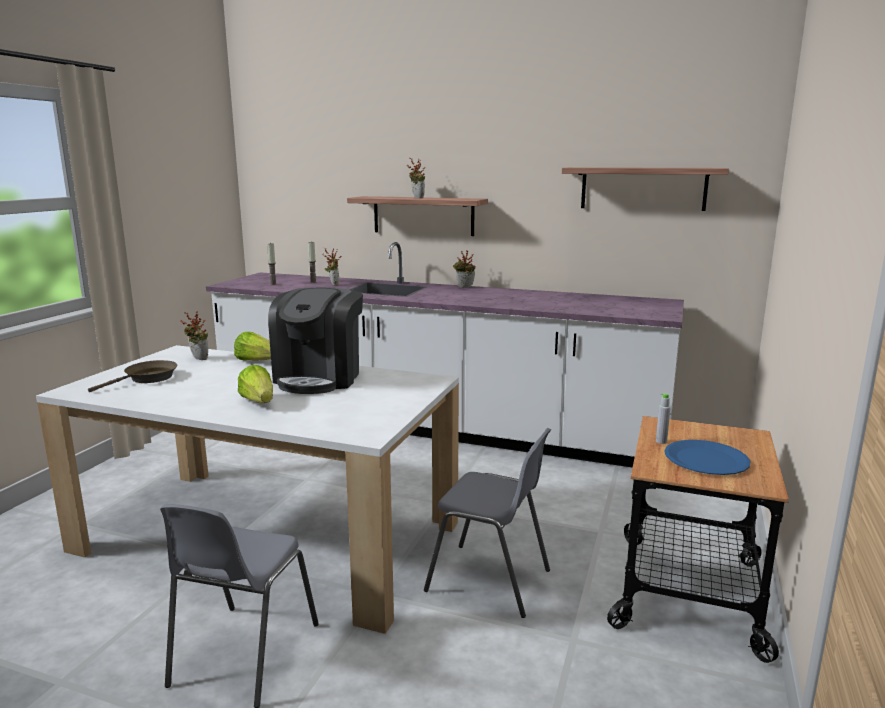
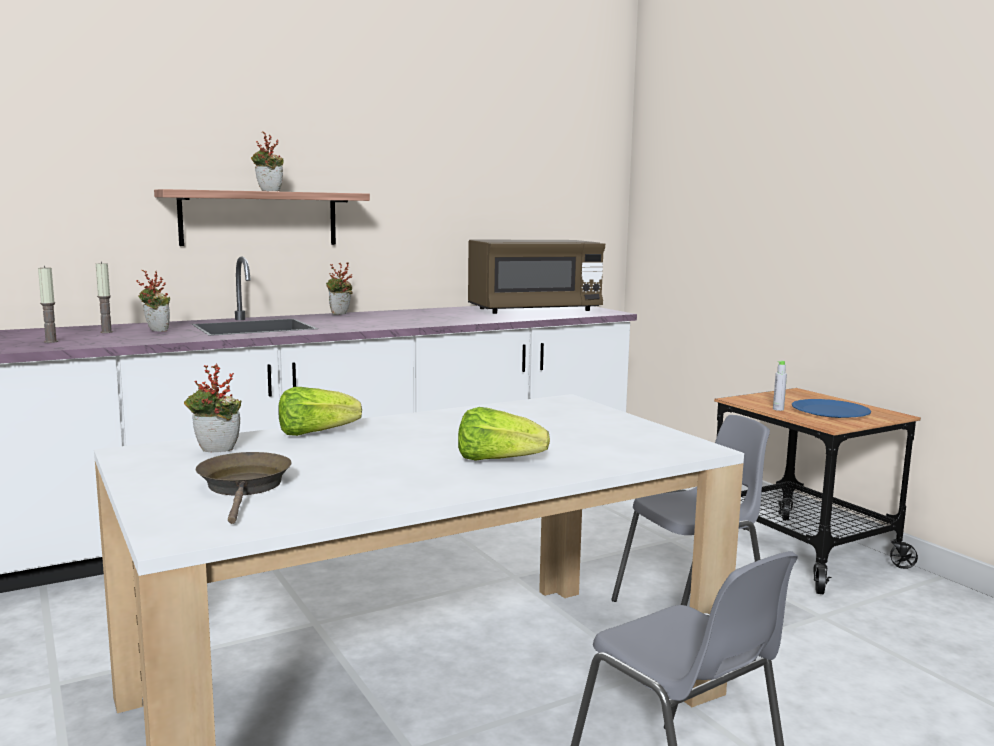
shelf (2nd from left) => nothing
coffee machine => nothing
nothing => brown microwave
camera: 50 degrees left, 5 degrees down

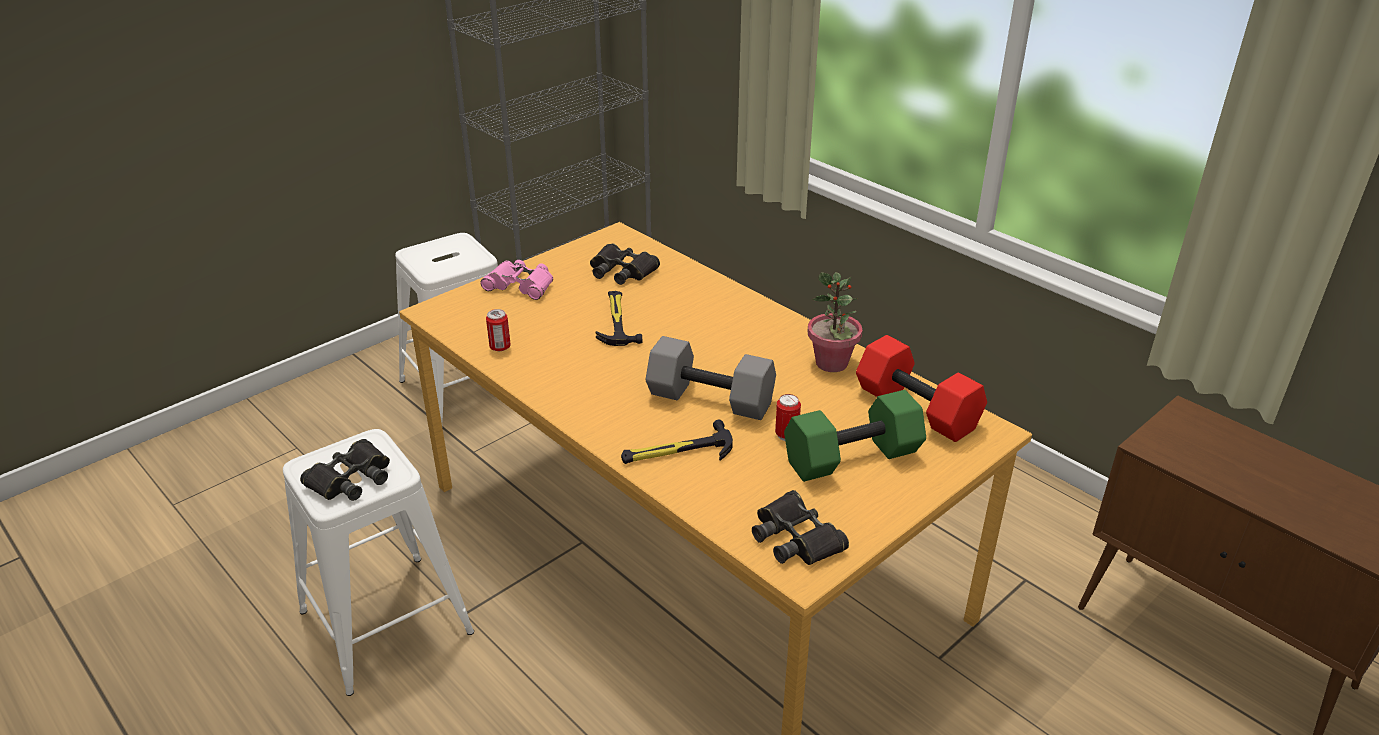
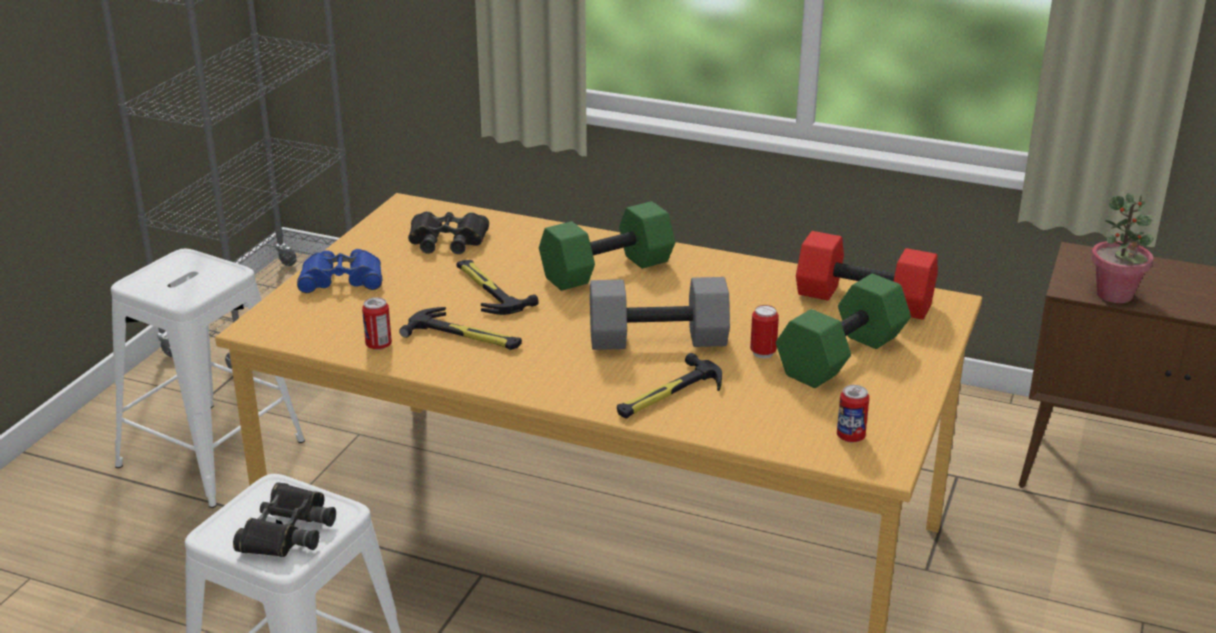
pink binoculars => blue binoculars
potted plant, move
black binoculars (3rd from left) => can (3rd from left)
nothing => green dumbbell (1st from left)
nothing => hammer (1st from left)
camera: 25 degrees left, 5 degrees down

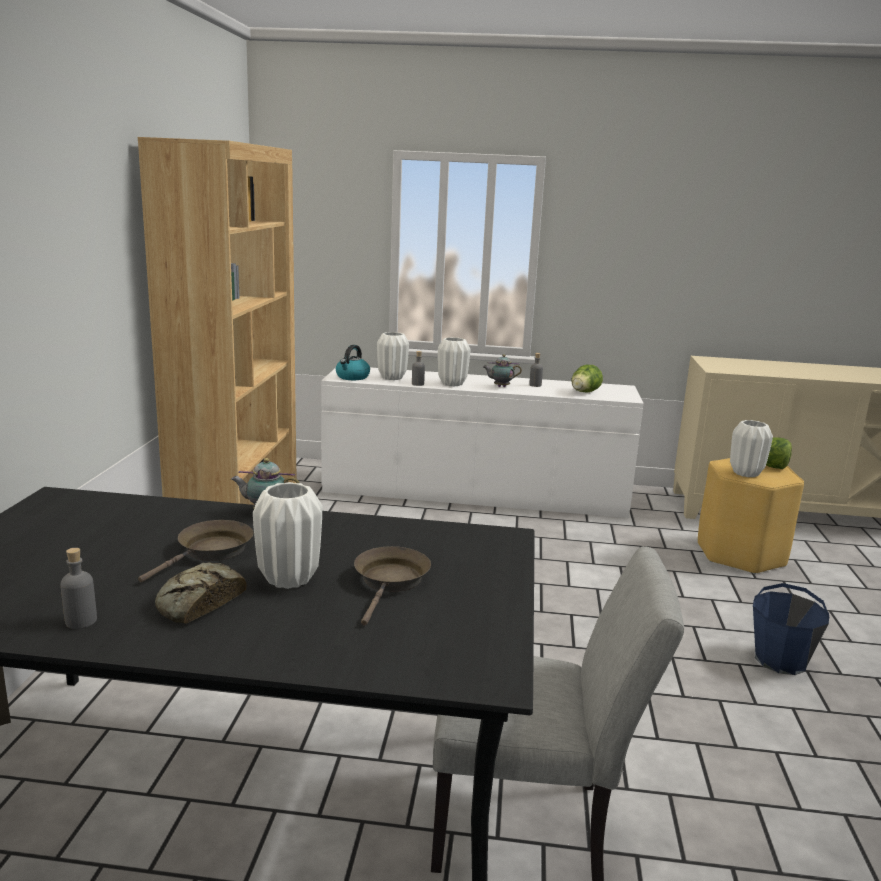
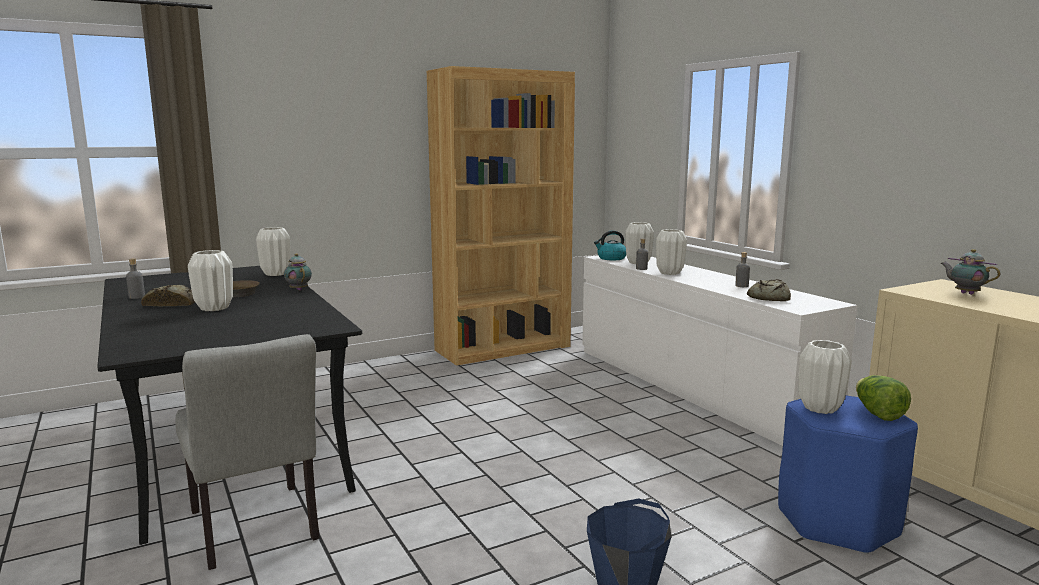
teapot (2nd from left), move
lettuce (1st from left) => bread (2nd from left)
yellow stool => blue stool
brown frying pan (2nd from left) => nothing
nothing => white vase (2nd from left)
camera: 55 degrees right, 5 degrees down

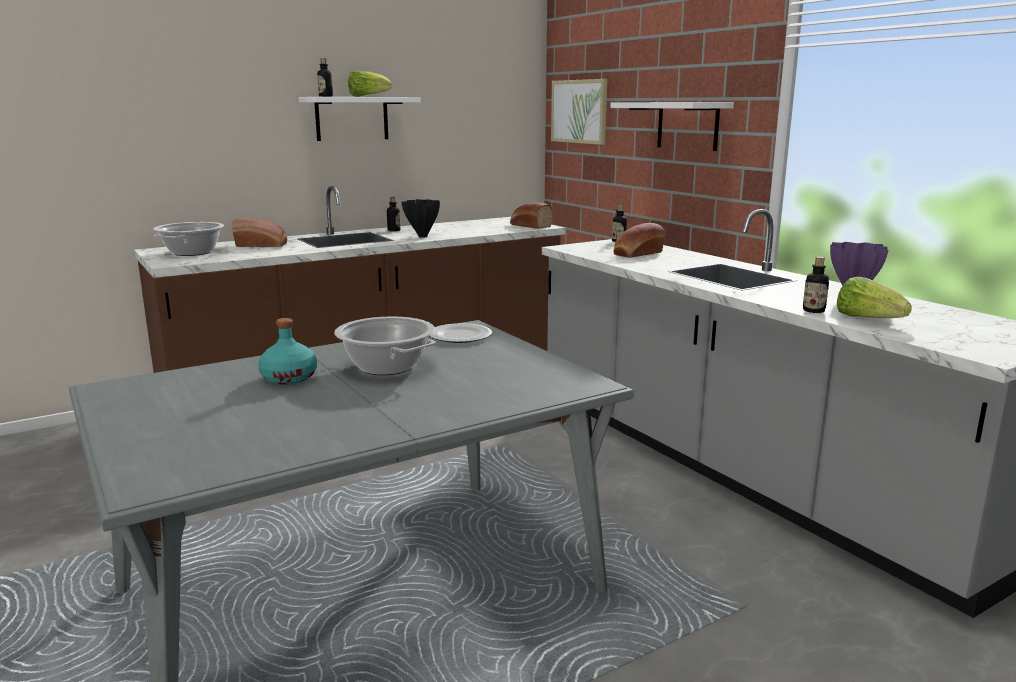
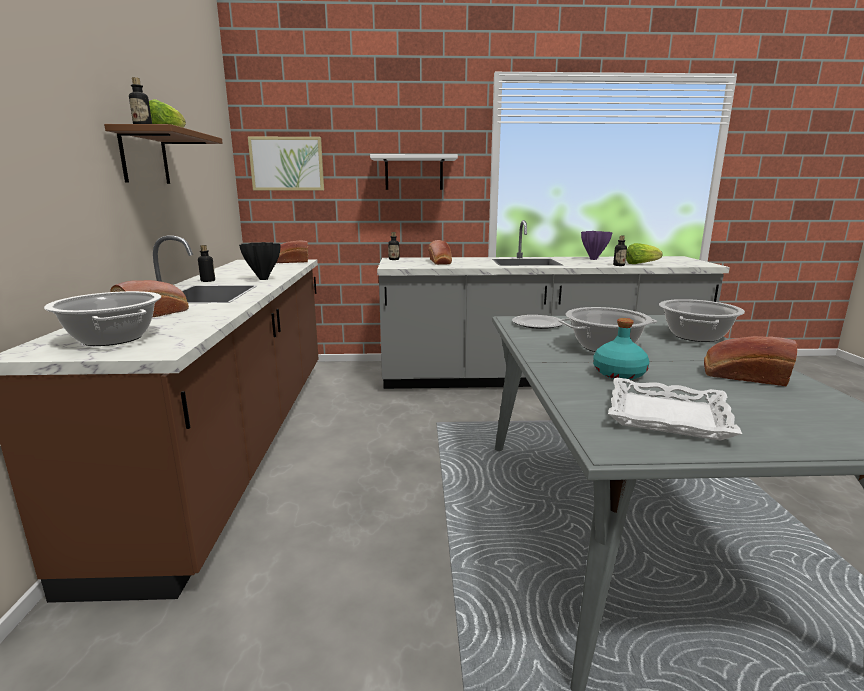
white shelf (1st from left) => brown shelf
nothing => cooking pot (3rd from left)
nothing => bread (4th from left)
nothing => white tray
camera: 60 degrees left, 0 degrees up

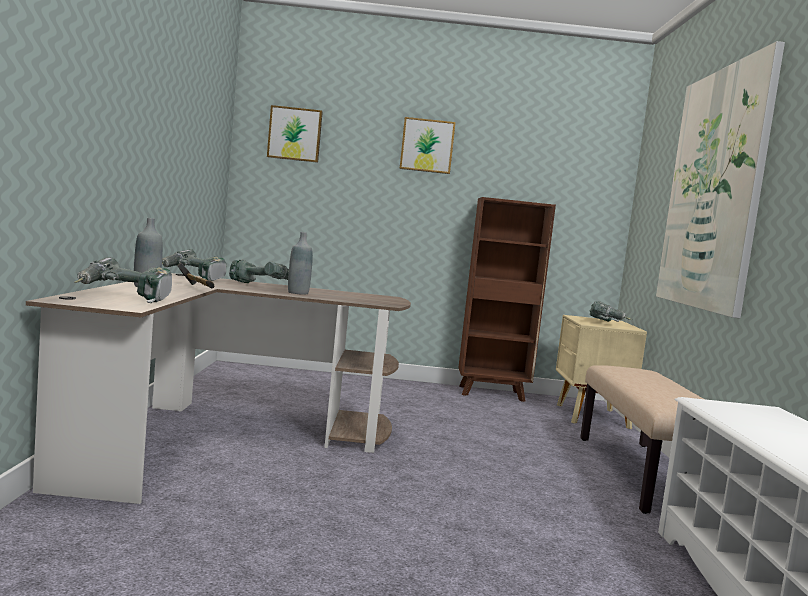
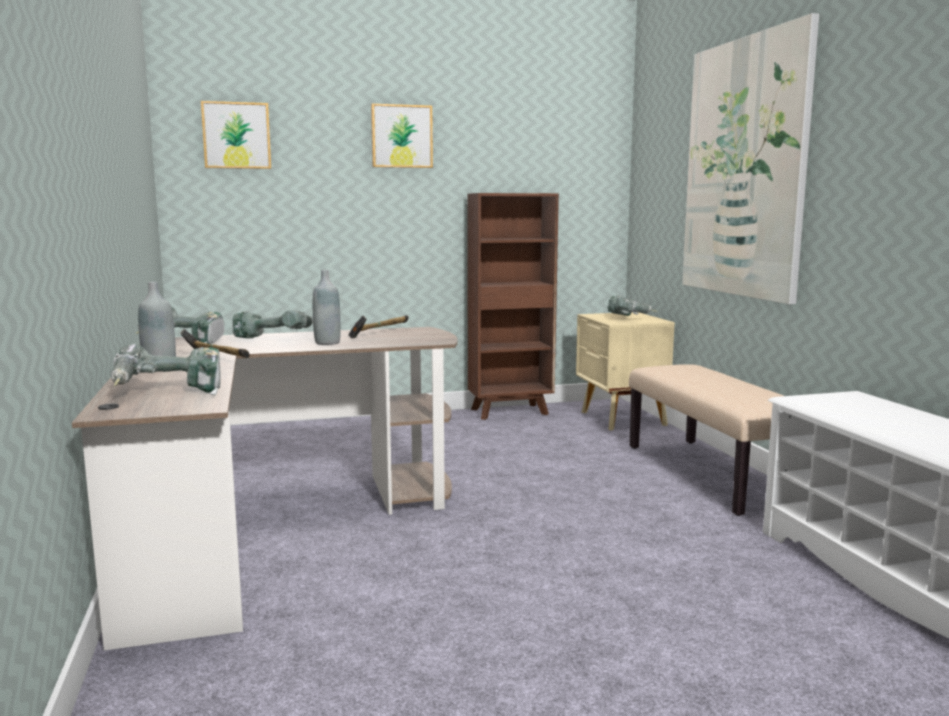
nothing => hammer (2nd from left)
camera: 15 degrees left, 5 degrees up

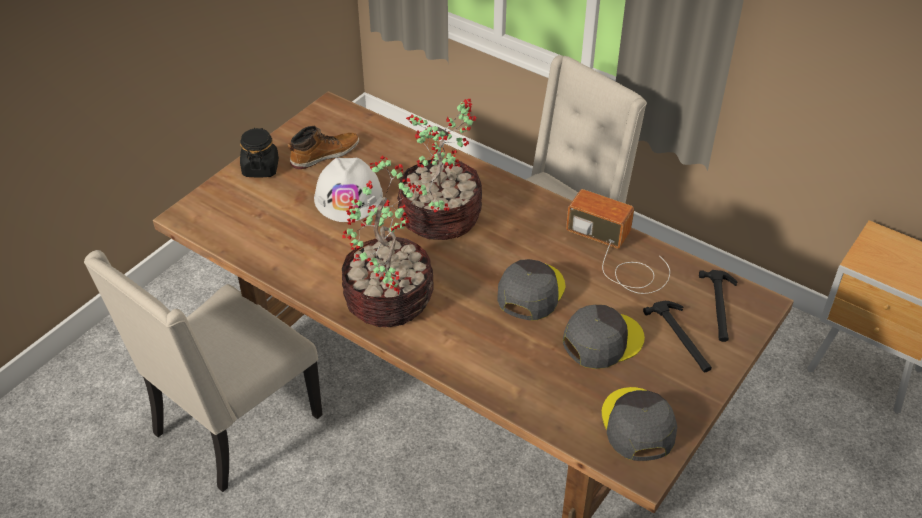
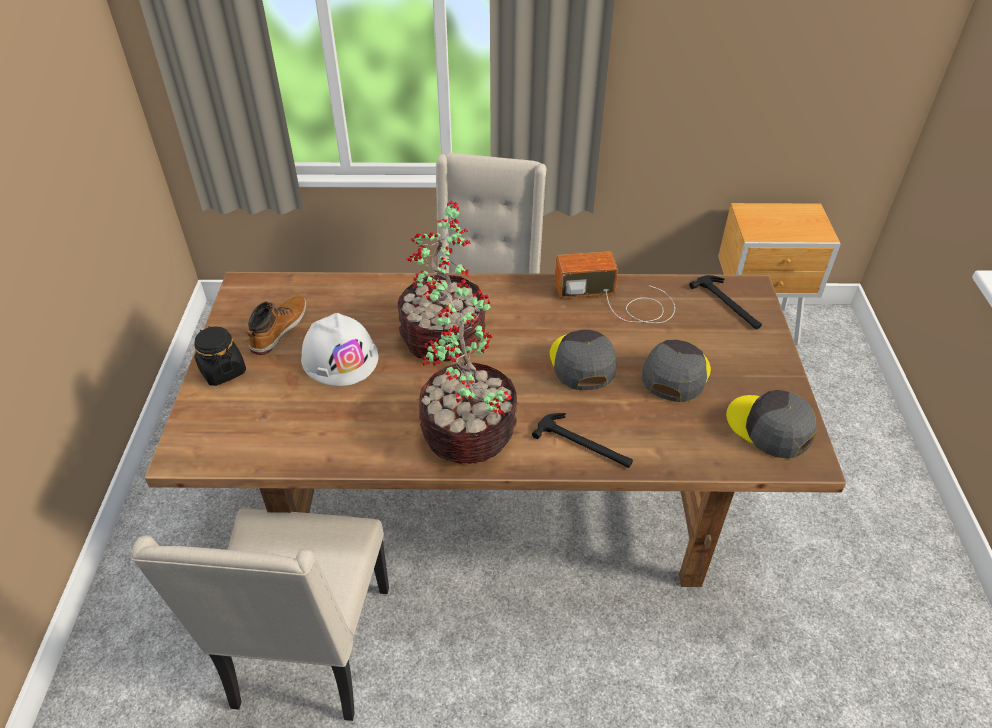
hammer (1st from left), move
camera: 35 degrees left, 0 degrees up

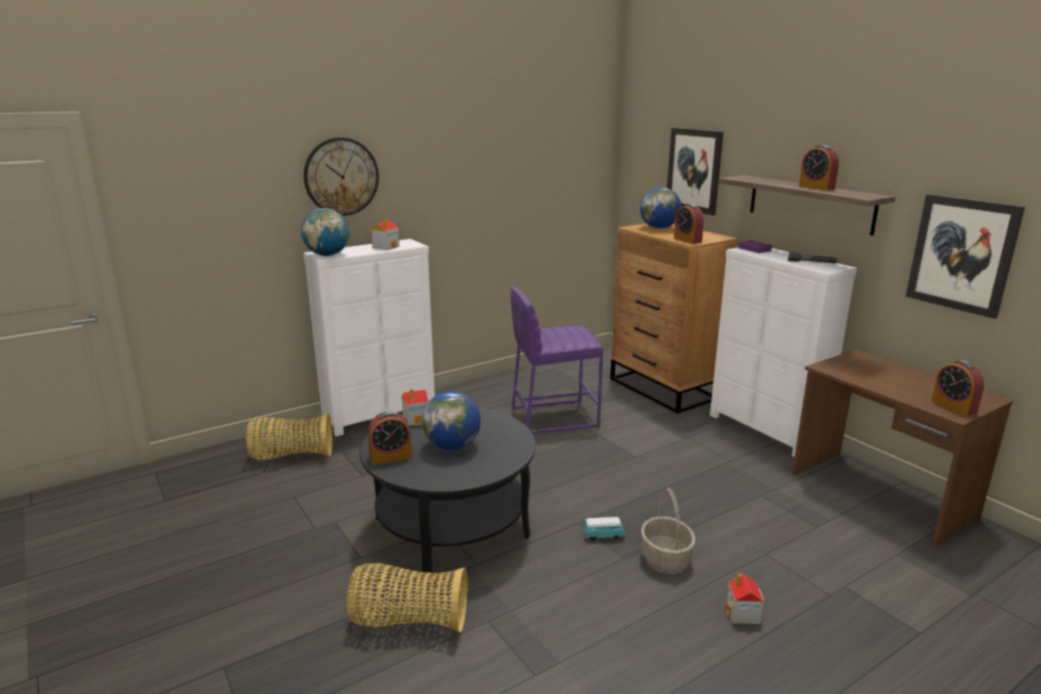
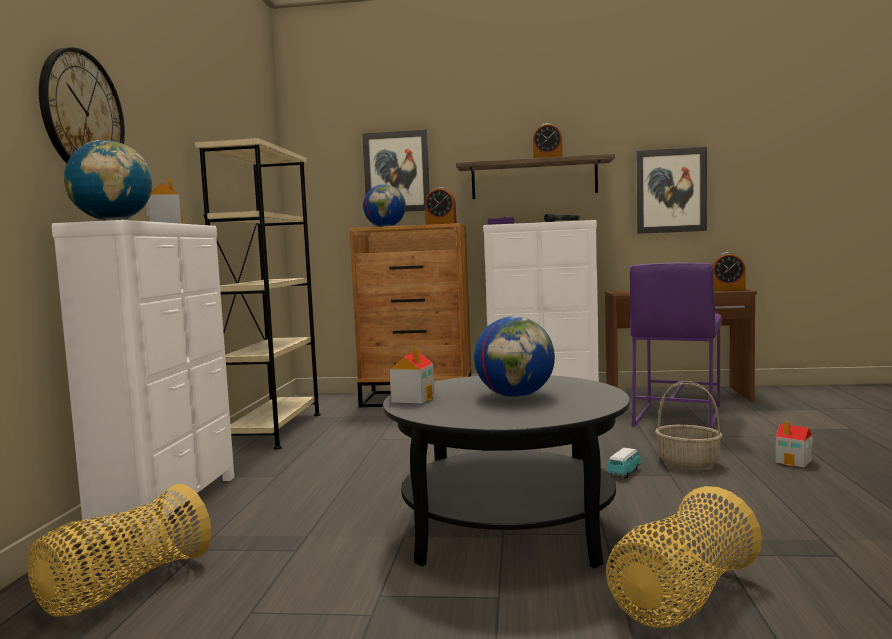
purple stool, move
alarm clock (1st from left) => nothing
nothing => beige bookcase
camera: 50 degrees left, 15 degrees down

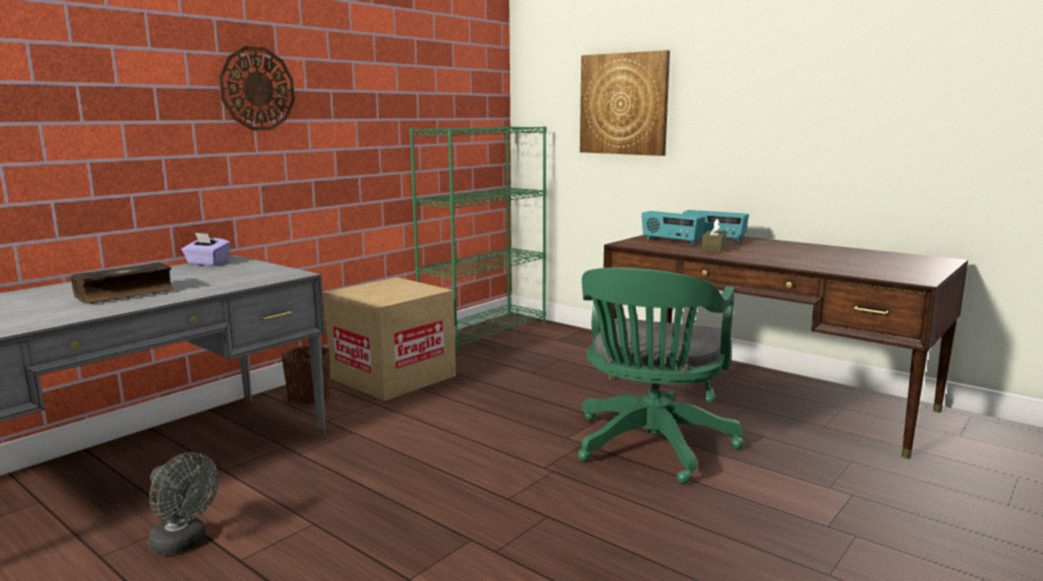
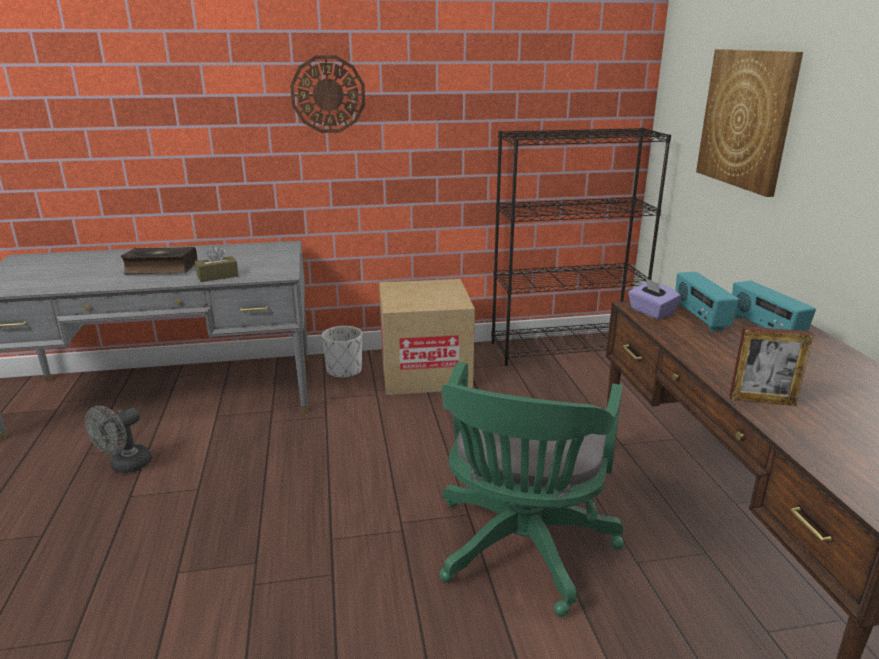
green bookcase => black bookcase
brown tissue box, move
purple tissue box, move
green office chair, 45 degrees counterclockwise
brown planter => white planter
grey fan, 45 degrees clockwise
nothing => picture frame
camera: 40 degrees right, 10 degrees up

